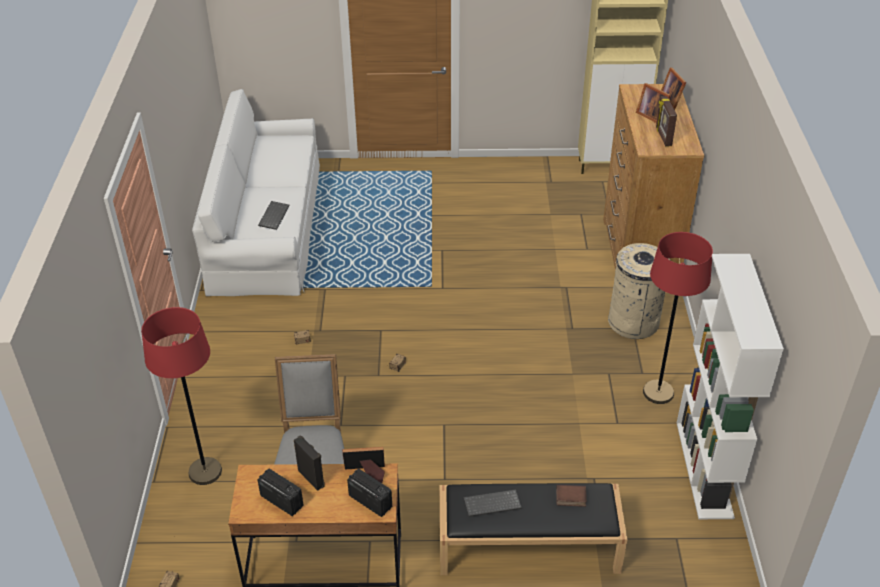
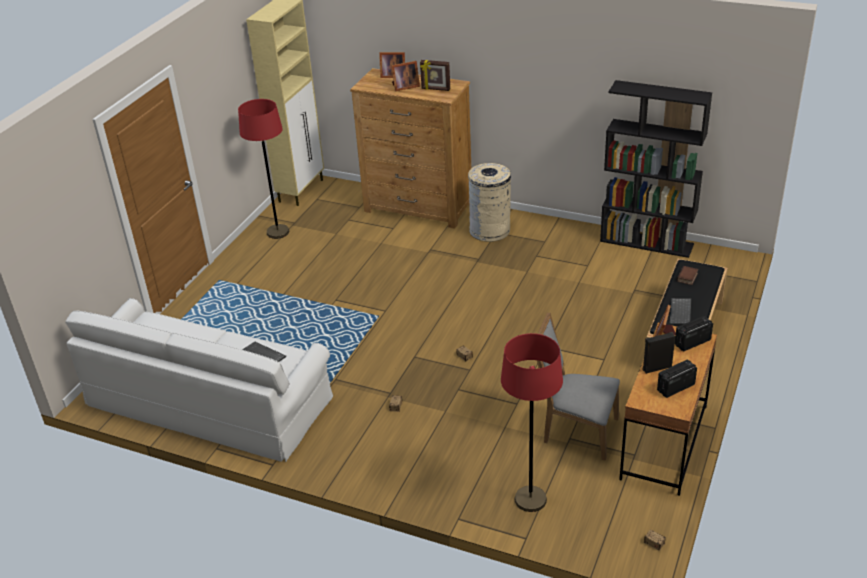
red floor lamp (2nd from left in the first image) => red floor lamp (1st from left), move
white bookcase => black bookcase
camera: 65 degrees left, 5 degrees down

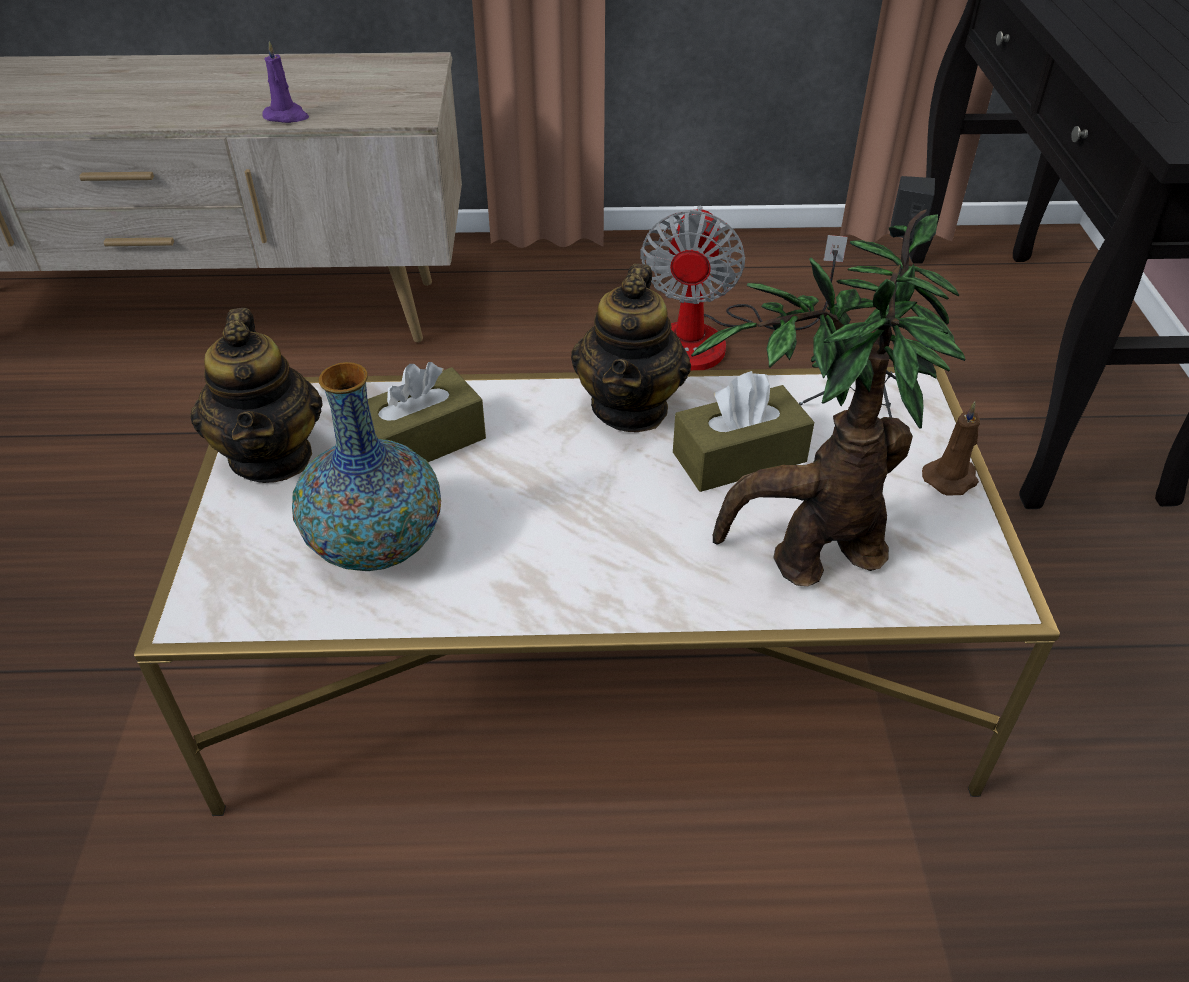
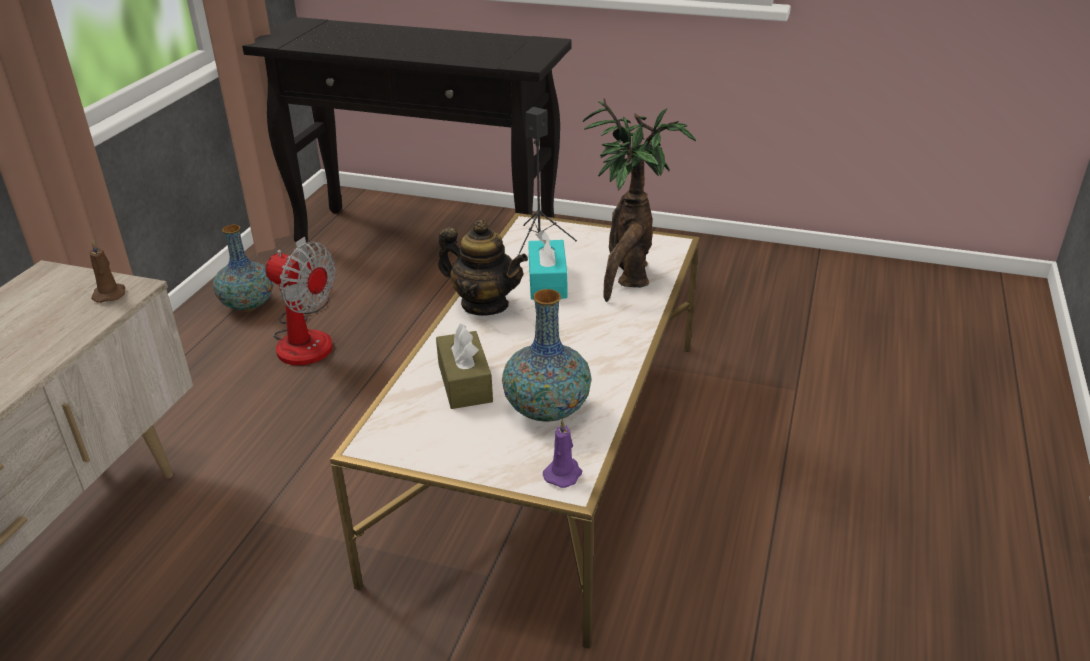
purple candle, move
teapot (1st from left) => nothing
brown tissue box (2nd from left) => turquoise tissue box
brown candle, move
nothing => vase (1st from left)
camera: 70 degrees left, 10 degrees down

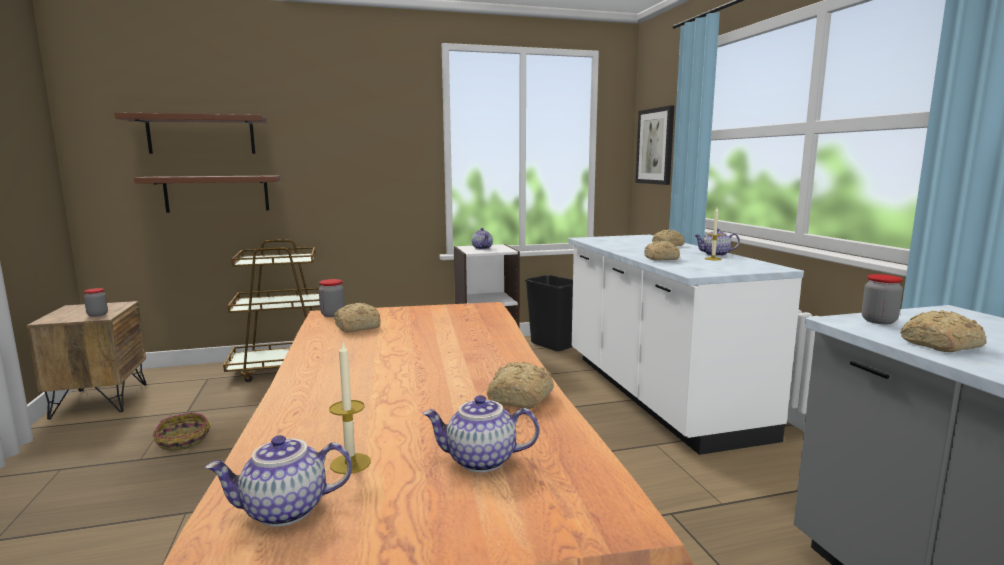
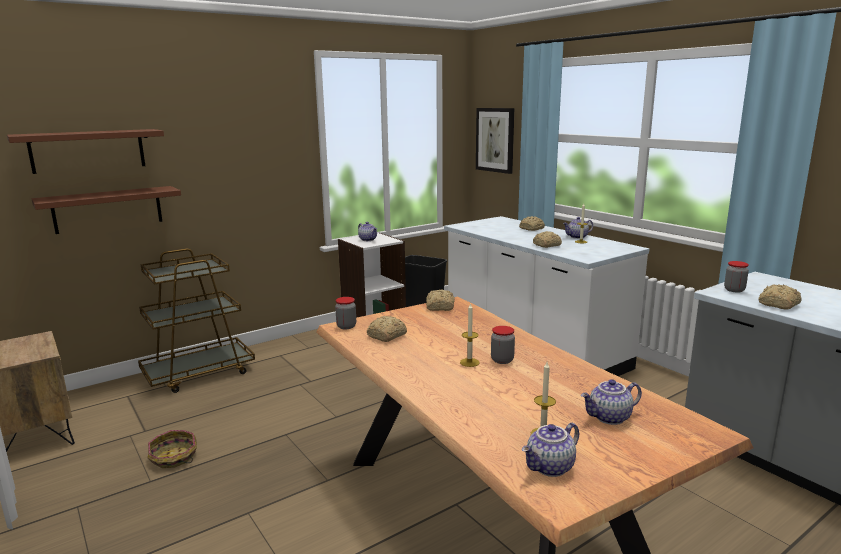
jar (1st from left in the first image) => jar (2nd from left), move
bread (2nd from left), move
nothing => candle (1st from left)
camera: 20 degrees left, 5 degrees up

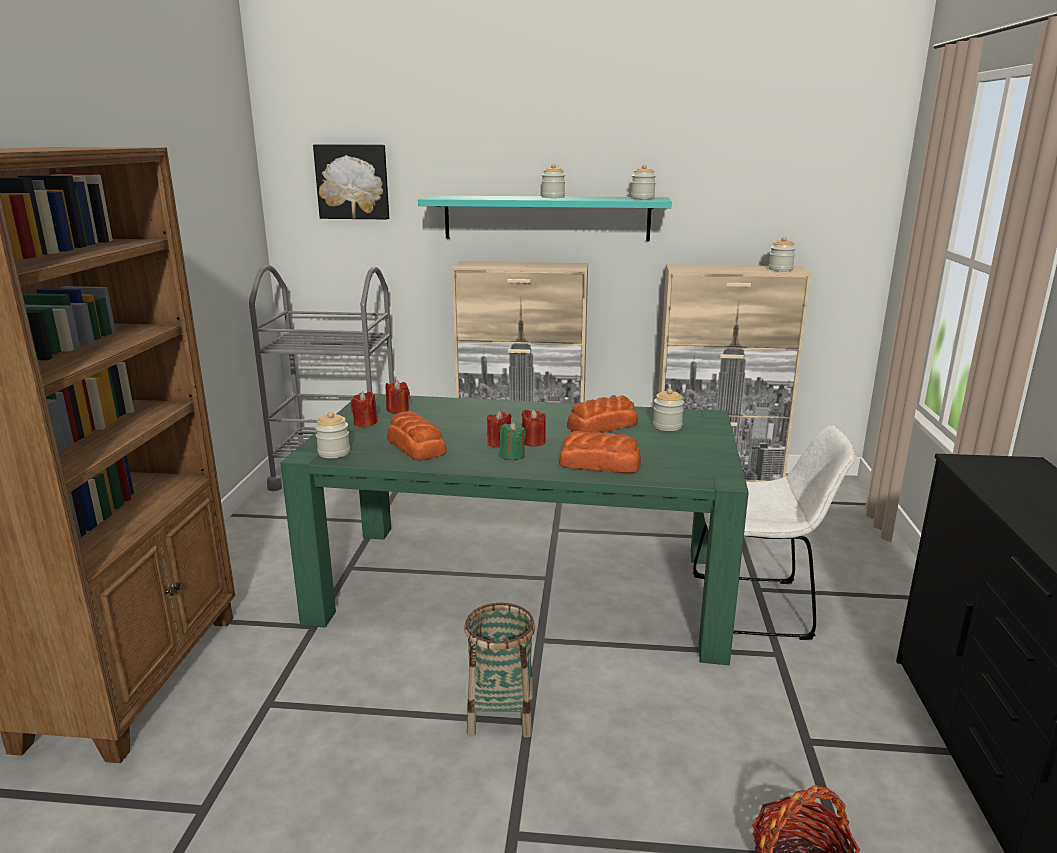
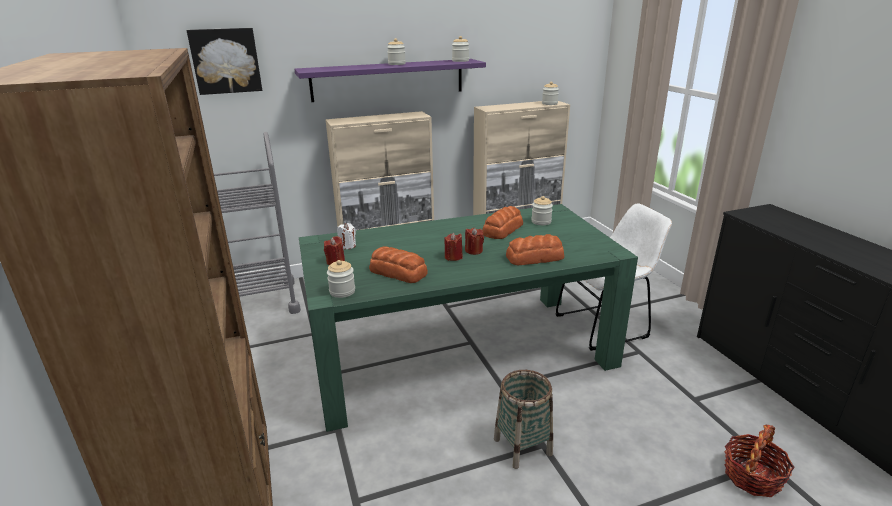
turquoise shelf => purple shelf
red candle (2nd from left) => white candle
green candle => nothing
camera: 25 degrees left, 5 degrees up

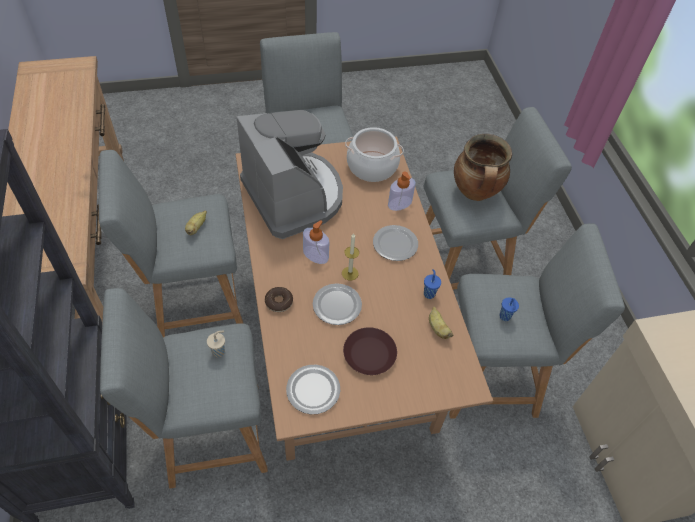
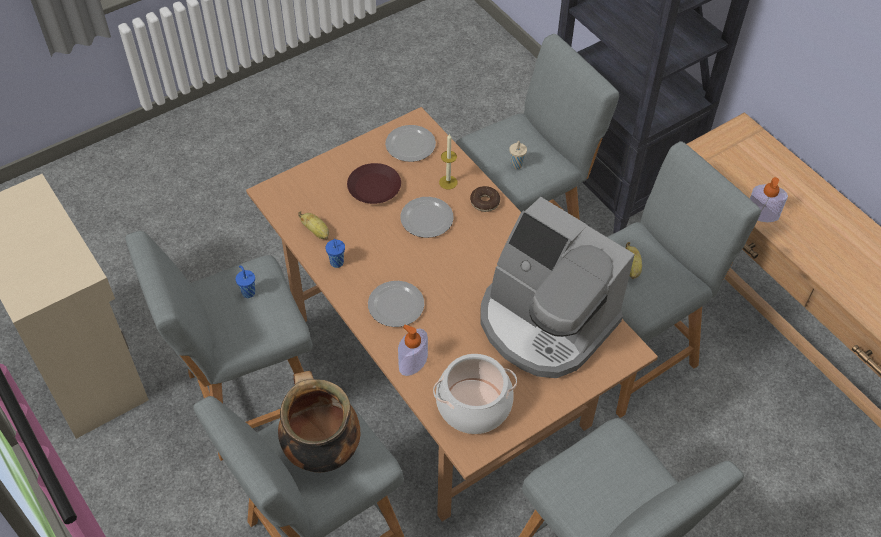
soap dispenser (1st from left in the first image) => soap dispenser (2nd from left), move
candle, move
camera: 160 degrees right, 0 degrees up

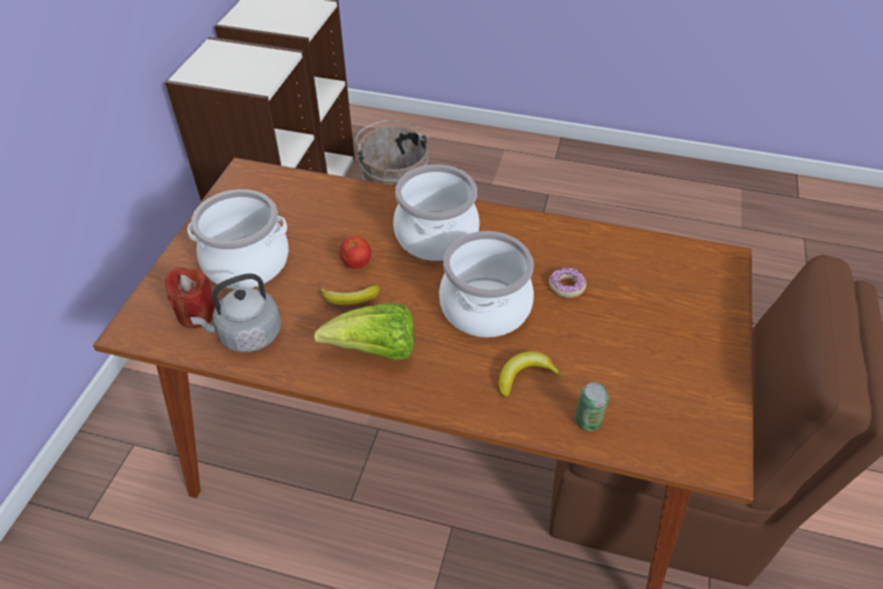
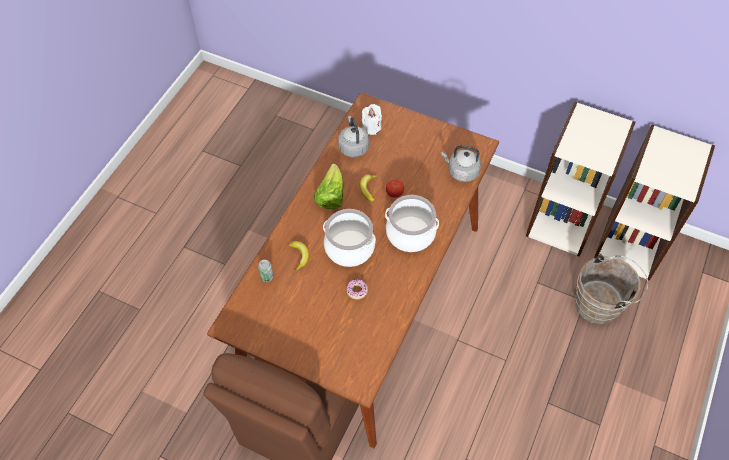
cooking pot (1st from left) => nothing
red candle => white candle
nothing => grey kettle (2nd from left)
camera: 100 degrees right, 10 degrees up

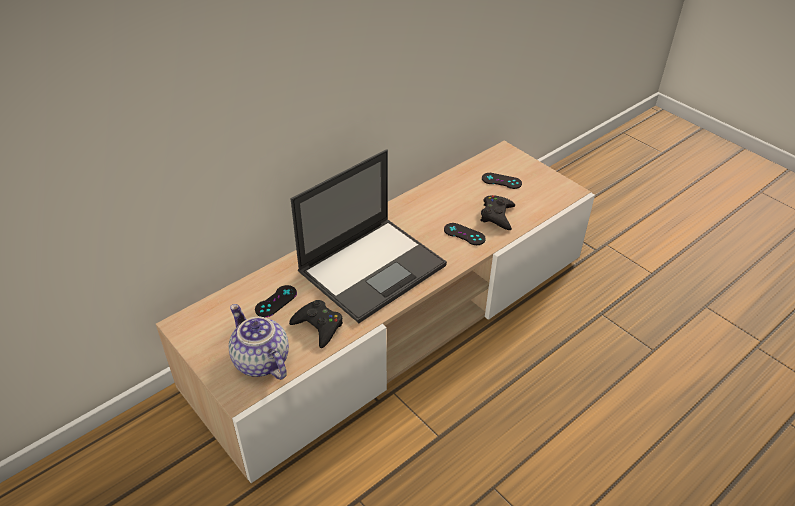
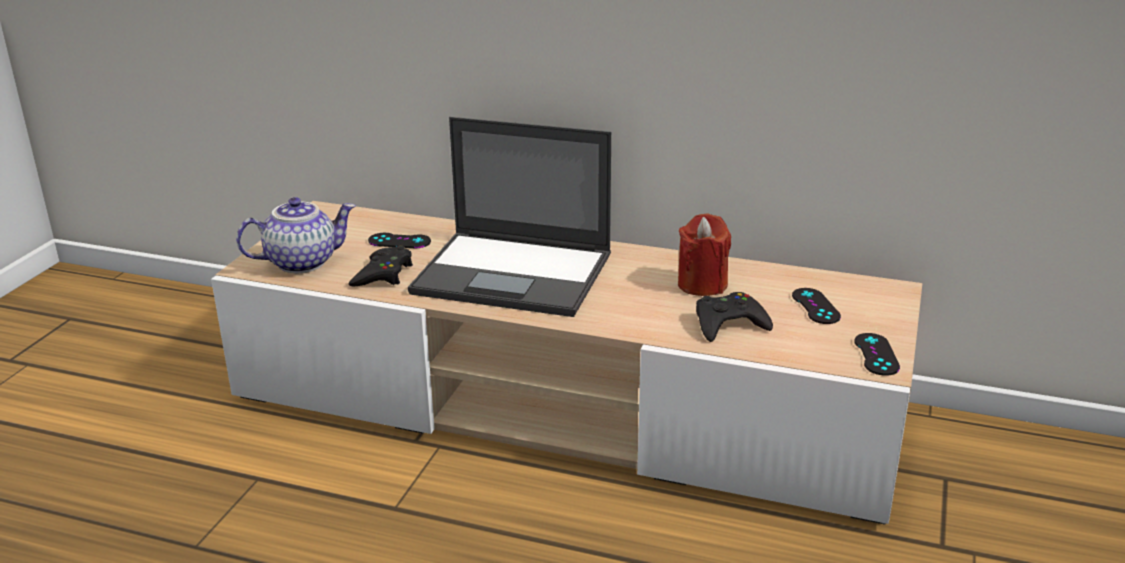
black game controller (3rd from left in the first image) => black game controller (5th from left), move
teapot, 45 degrees clockwise
nothing => red candle
camera: 60 degrees right, 15 degrees down

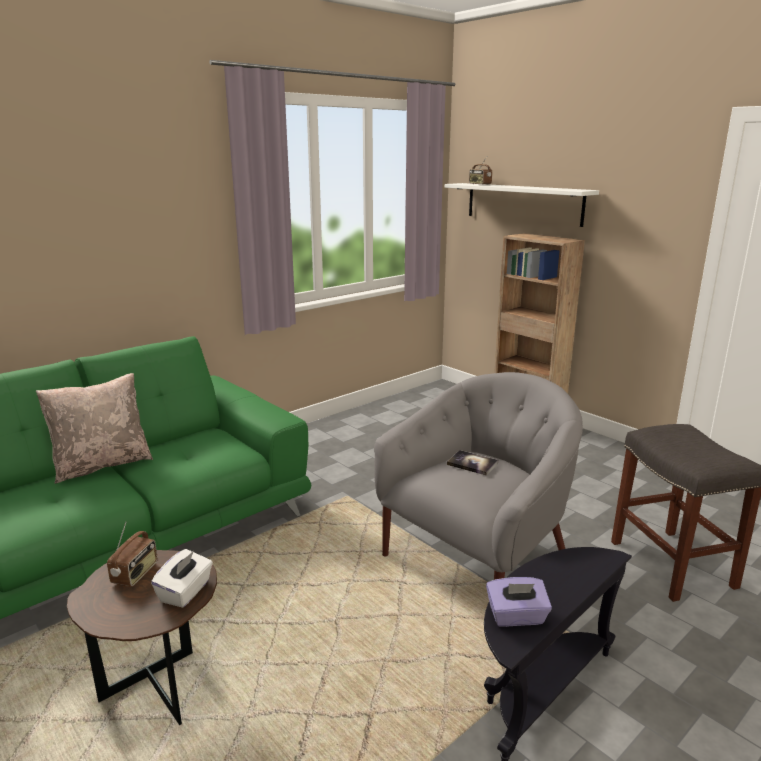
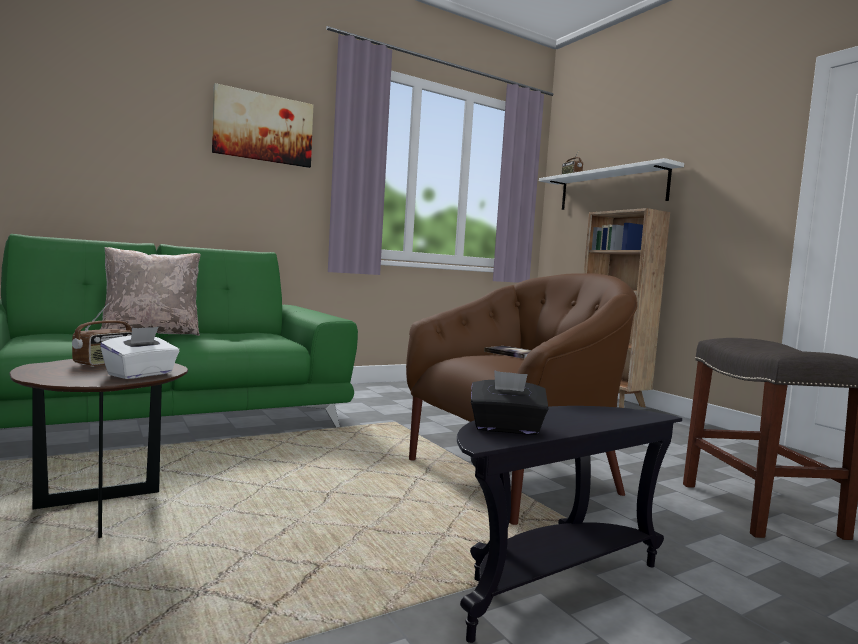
grey armchair => brown armchair
purple tissue box => black tissue box
nothing => picture
camera: 10 degrees right, 15 degrees down

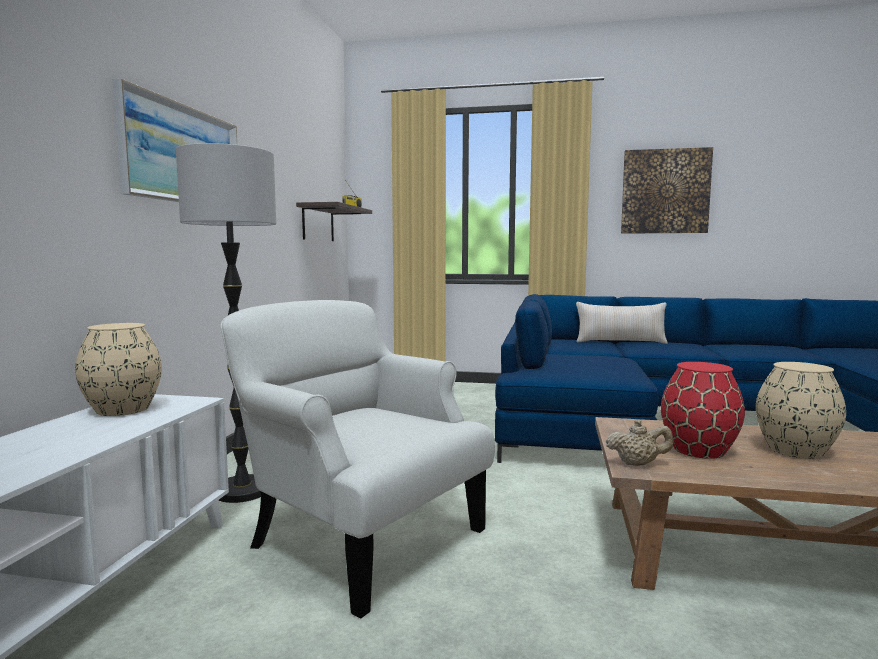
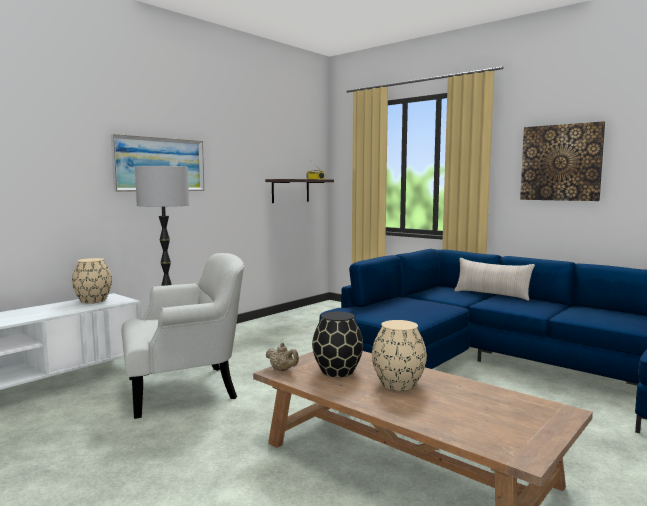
white armchair, 90 degrees clockwise
red vase => black vase
camera: 30 degrees right, 0 degrees up

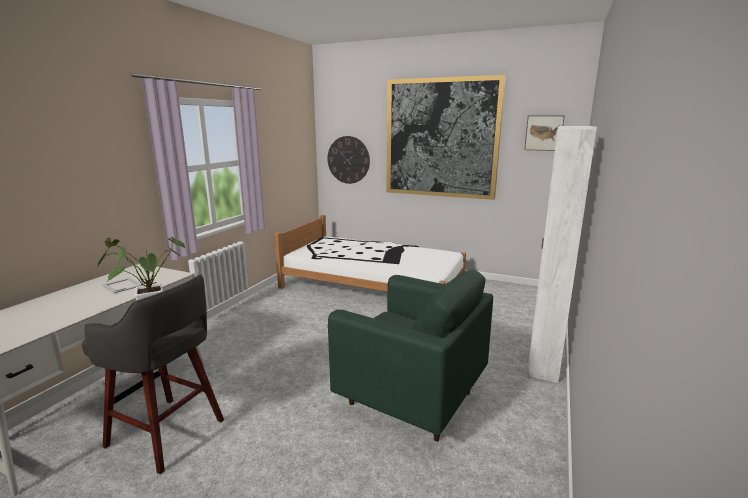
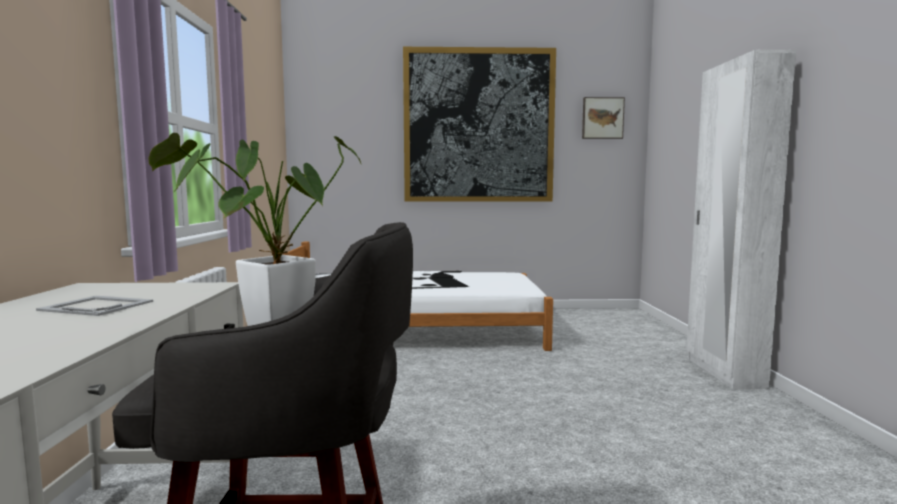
wall clock => nothing
green armchair => nothing
camera: 25 degrees left, 10 degrees down

